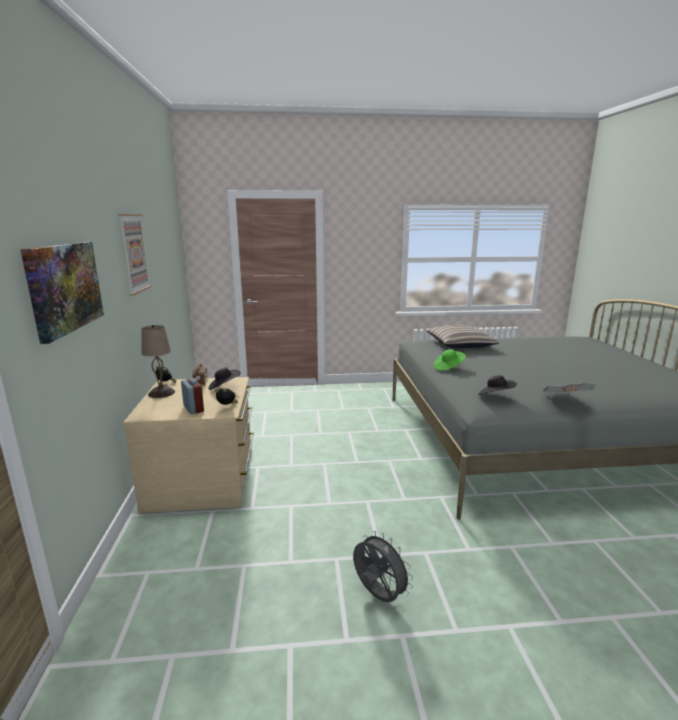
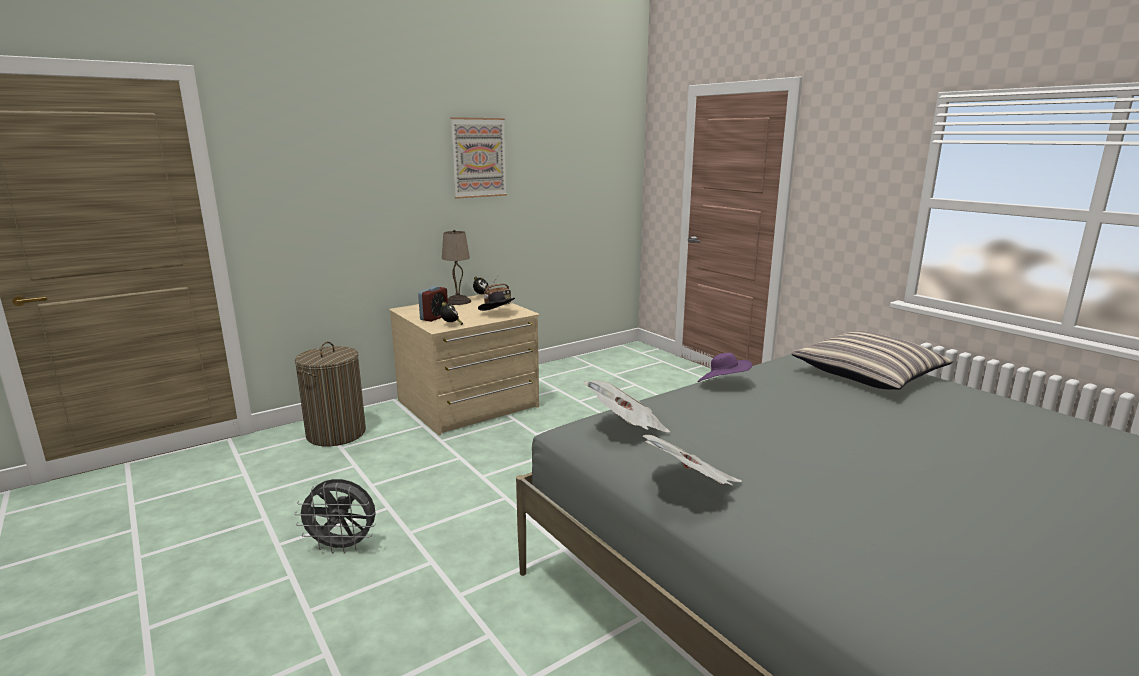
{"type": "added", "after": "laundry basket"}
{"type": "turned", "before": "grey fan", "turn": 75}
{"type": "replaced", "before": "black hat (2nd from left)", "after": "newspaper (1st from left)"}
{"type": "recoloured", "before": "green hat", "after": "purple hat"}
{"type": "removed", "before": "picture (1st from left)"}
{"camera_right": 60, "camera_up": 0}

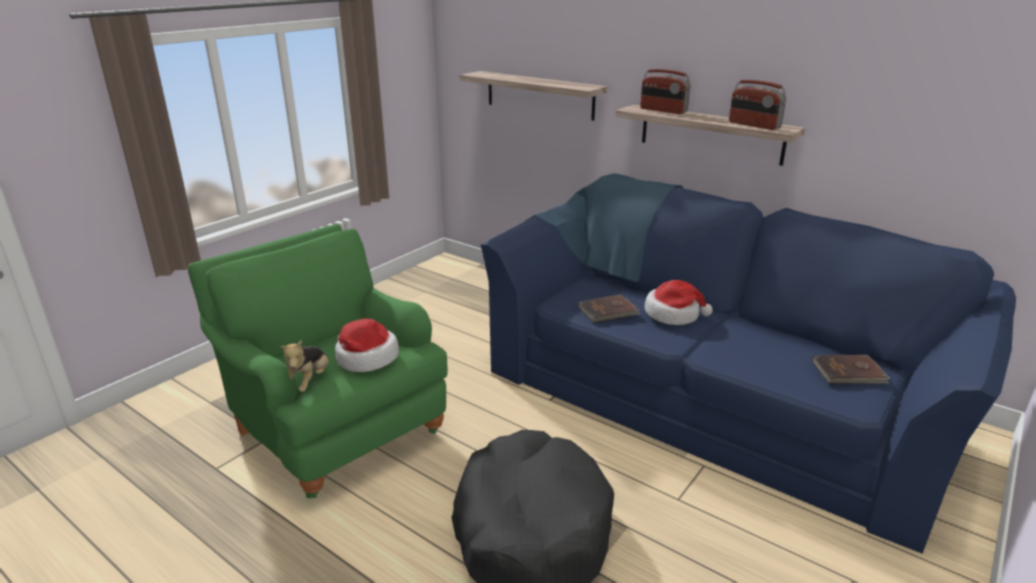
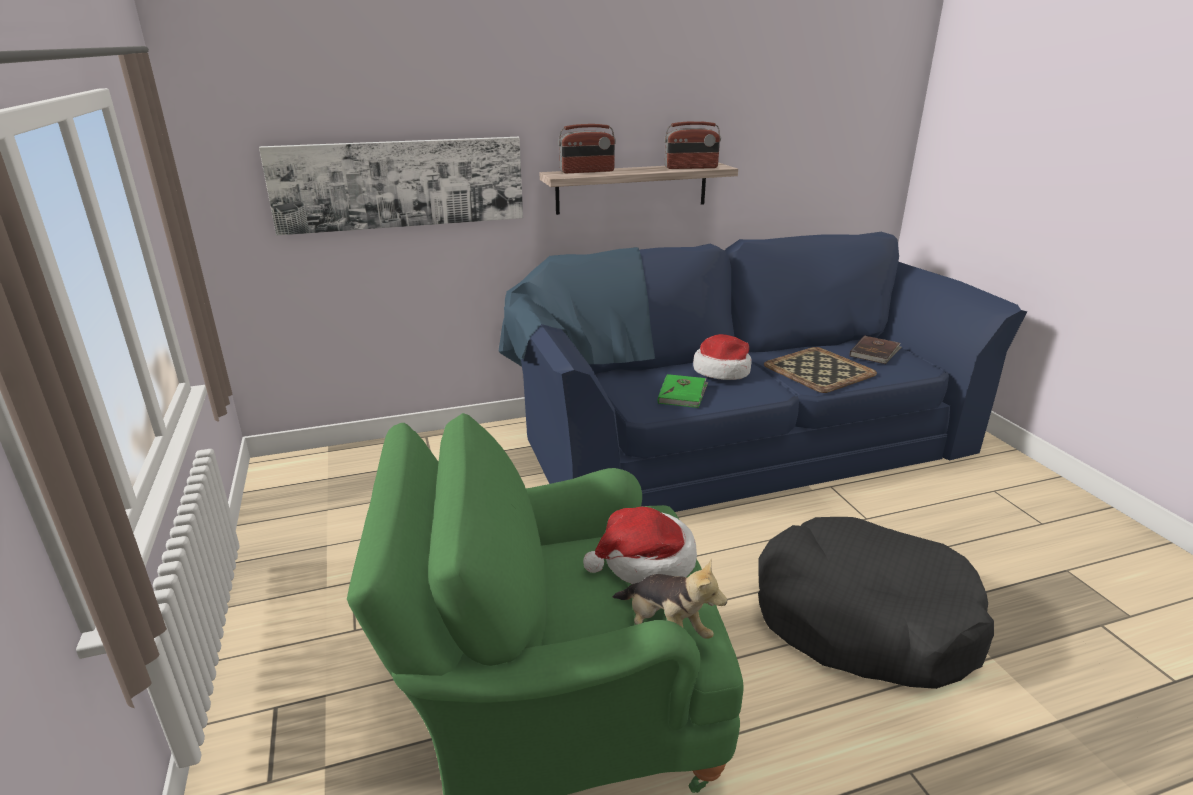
{"type": "replaced", "before": "shelf (1st from left)", "after": "picture"}
{"type": "recoloured", "before": "brown book (1st from left)", "after": "green book"}
{"type": "added", "after": "tray"}
{"camera_right": -55, "camera_up": 0}

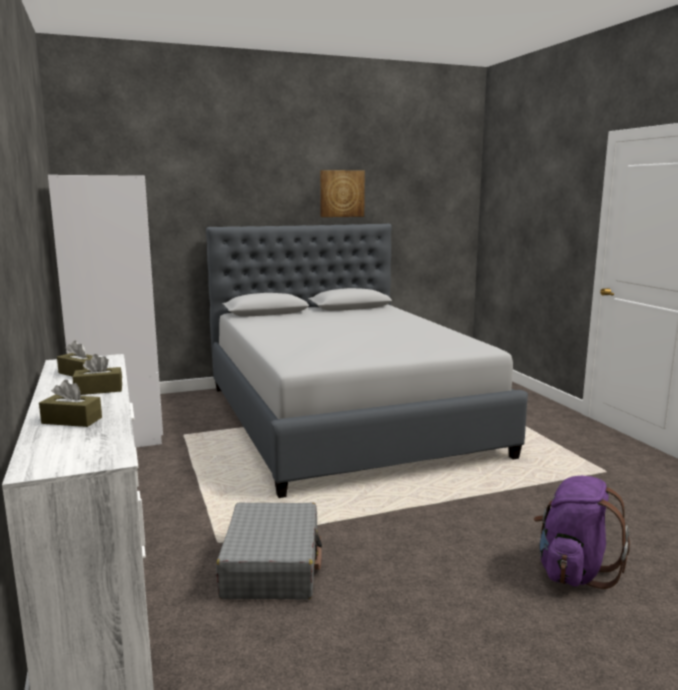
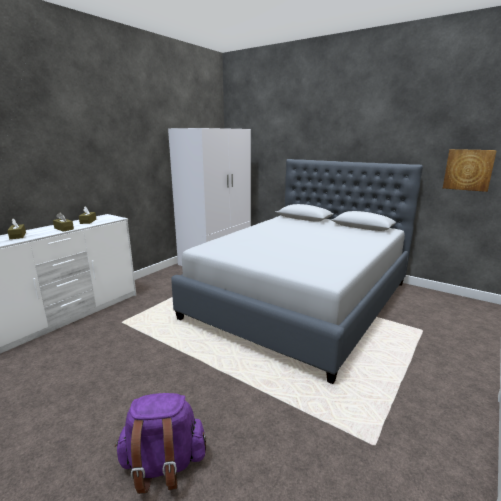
{"type": "moved", "before": "picture"}
{"type": "removed", "before": "grey suitcase"}
{"camera_right": 55, "camera_up": 5}

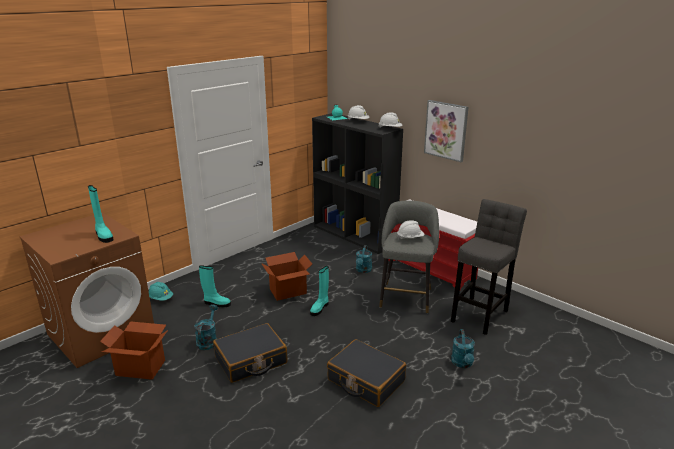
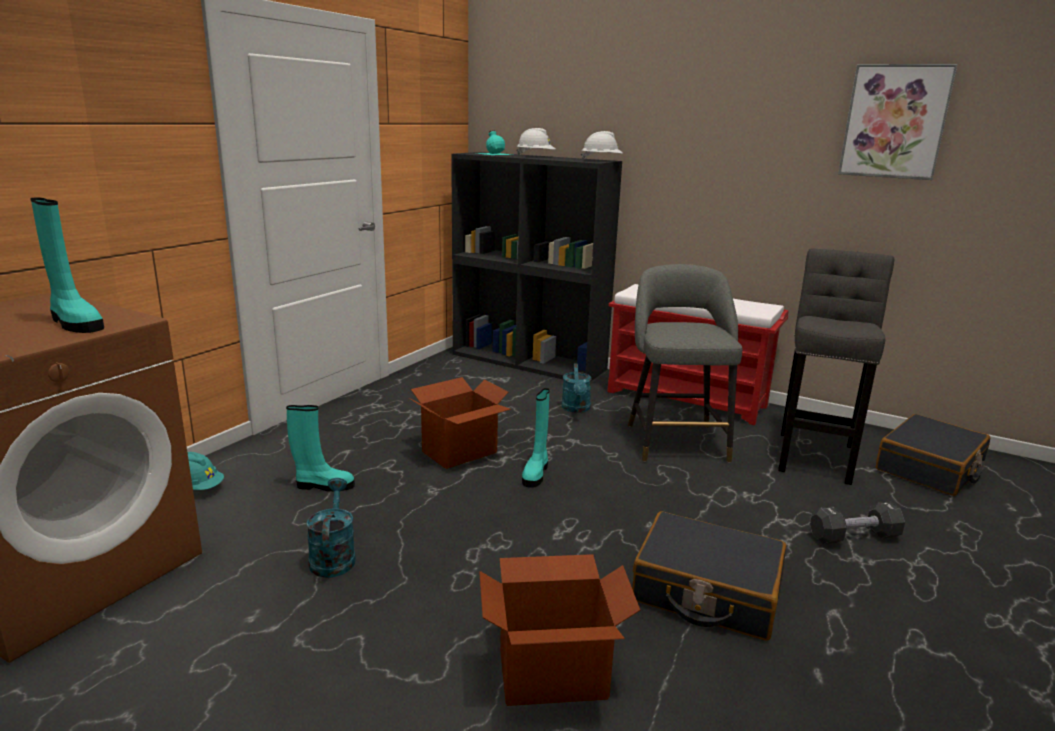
{"type": "moved", "before": "cardboard box (1st from left in the first image)", "after": "cardboard box (2nd from left)"}
{"type": "replaced", "before": "turquoise watering can (3rd from left)", "after": "black dumbbell"}
{"type": "moved", "before": "picture"}
{"type": "moved", "before": "black suitcase (1st from left in the first image)", "after": "black suitcase (2nd from left)"}
{"type": "removed", "before": "white hard hat (3rd from left)"}
{"camera_right": -15, "camera_up": -5}

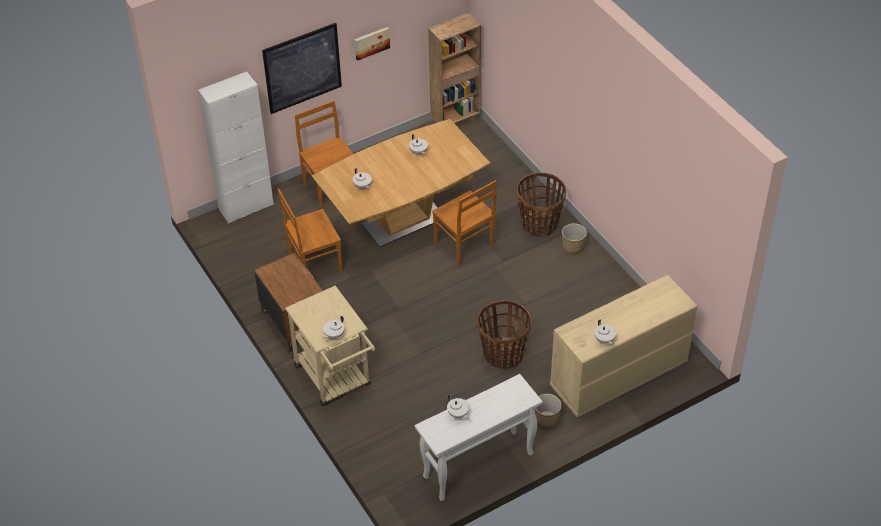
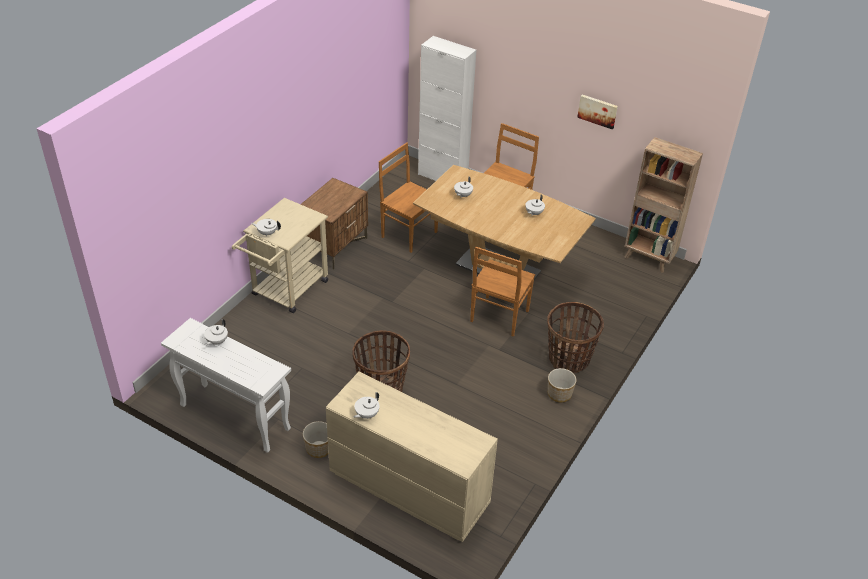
{"type": "removed", "before": "picture (1st from left)"}
{"camera_right": 60, "camera_up": -5}

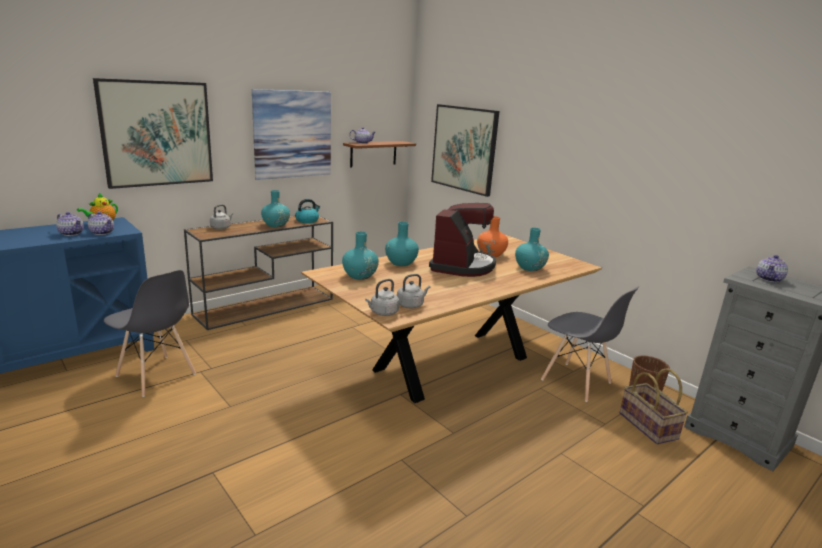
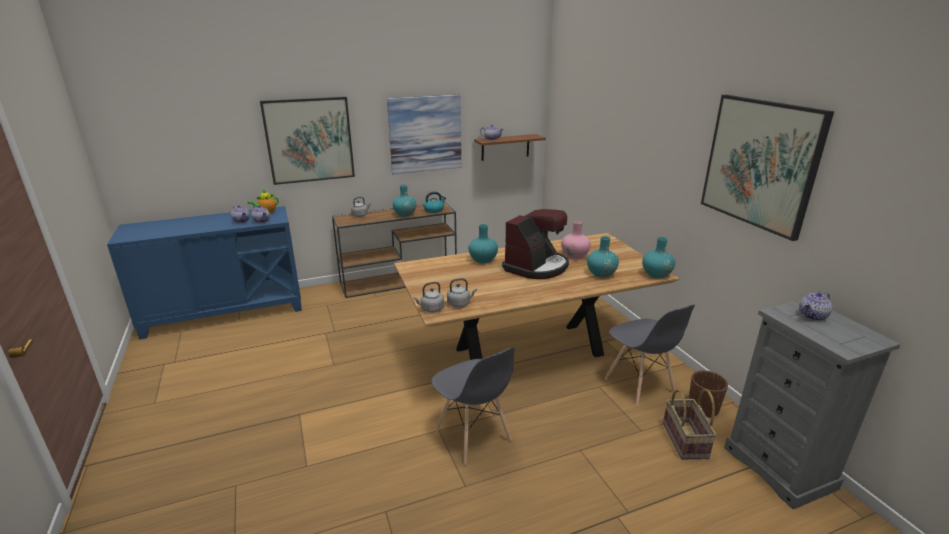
{"type": "moved", "before": "grey chair (1st from left)"}
{"type": "recoloured", "before": "orange vase", "after": "pink vase"}
{"type": "moved", "before": "turquoise vase (2nd from left in the first image)", "after": "turquoise vase (4th from left)"}
{"type": "moved", "before": "picture (3rd from left)"}
{"camera_right": 20, "camera_up": 5}

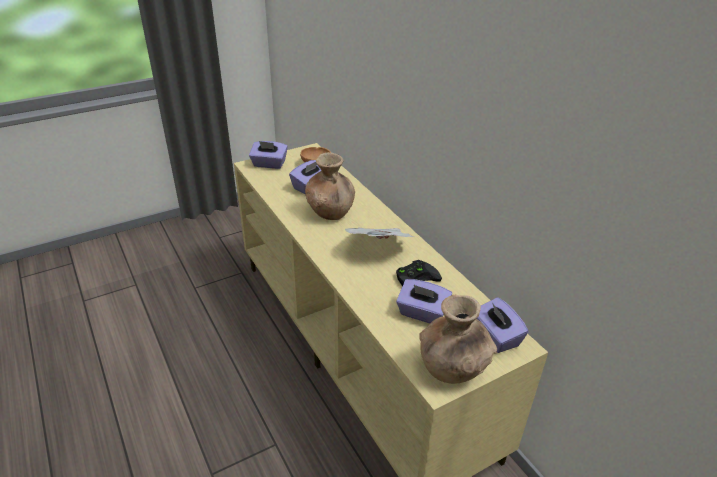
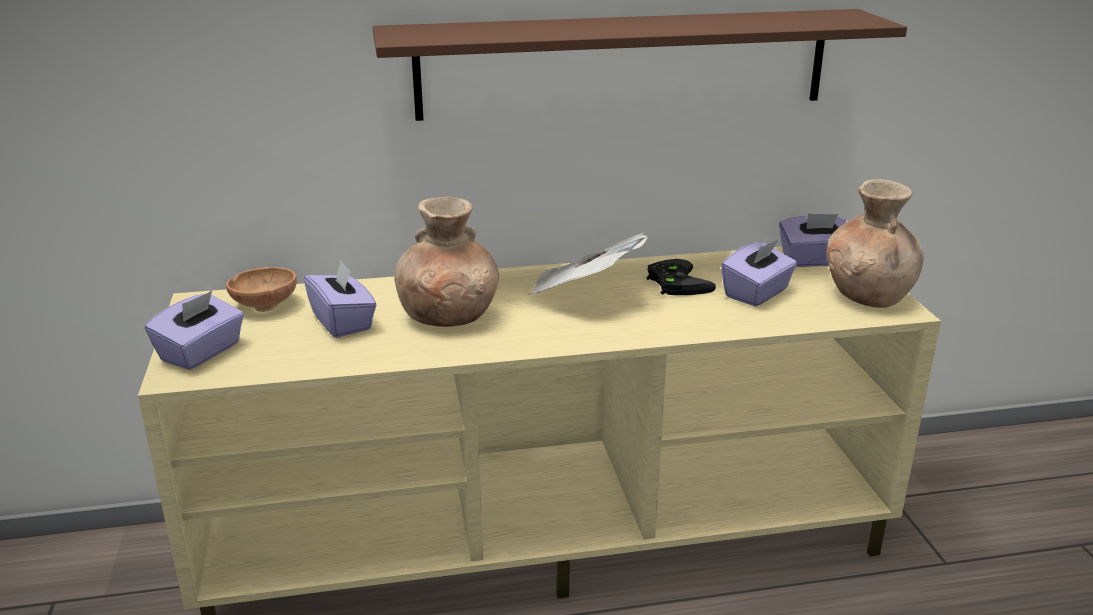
{"type": "added", "after": "brown shelf"}
{"camera_right": -70, "camera_up": -10}

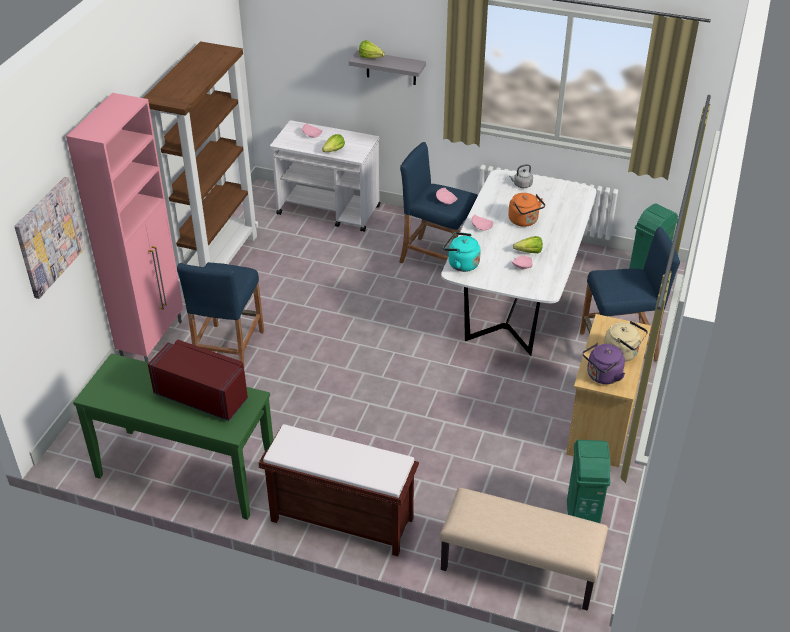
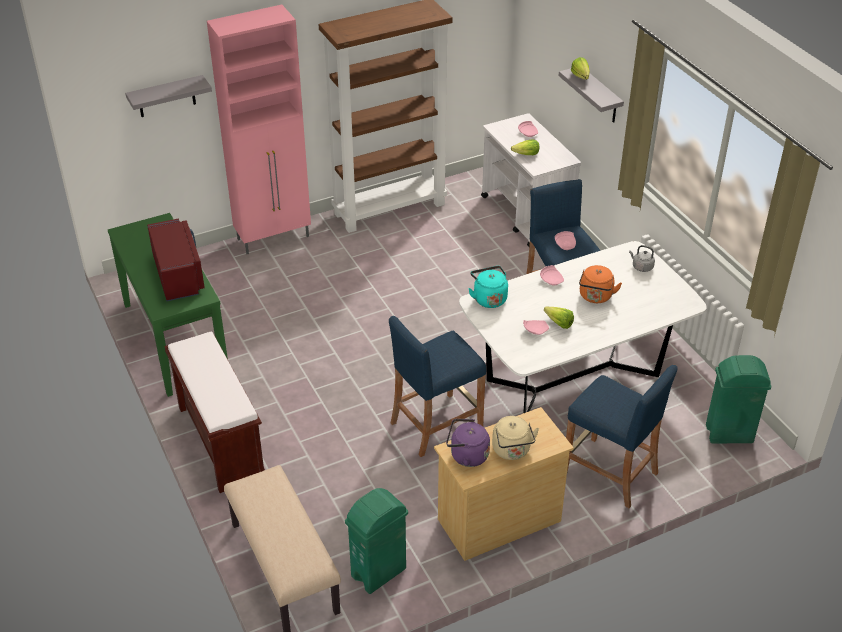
{"type": "replaced", "before": "picture", "after": "grey shelf (1st from left)"}
{"type": "moved", "before": "blue stool (1st from left)"}
{"camera_right": 45, "camera_up": 0}

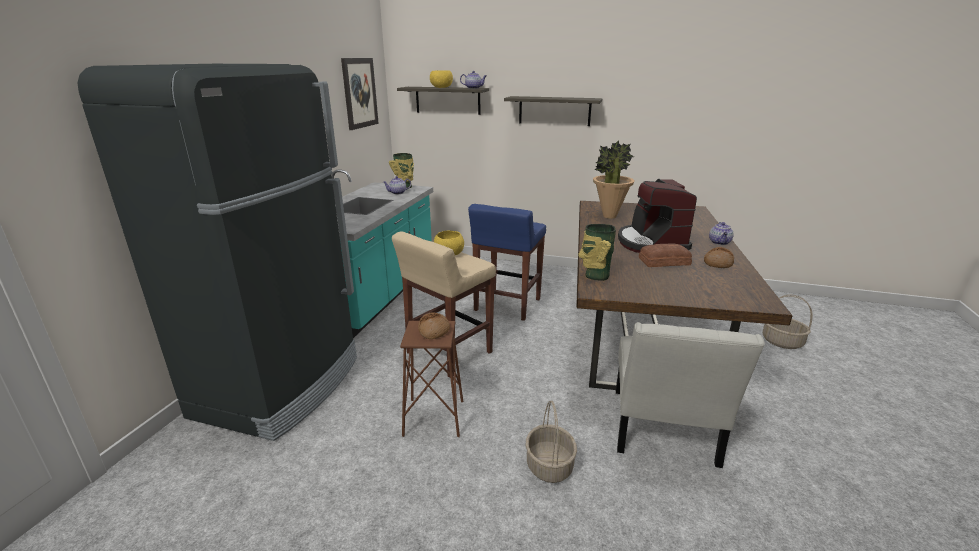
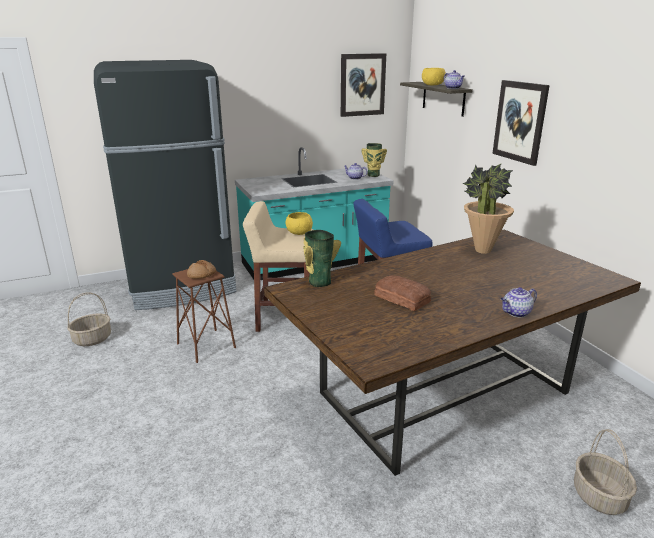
{"type": "moved", "before": "basket (1st from left)"}
{"type": "replaced", "before": "shelf (2nd from left)", "after": "picture (2nd from left)"}
{"type": "removed", "before": "white chair"}
{"type": "removed", "before": "coffee machine"}
{"type": "removed", "before": "bread (3rd from left)"}
{"camera_right": 50, "camera_up": 0}

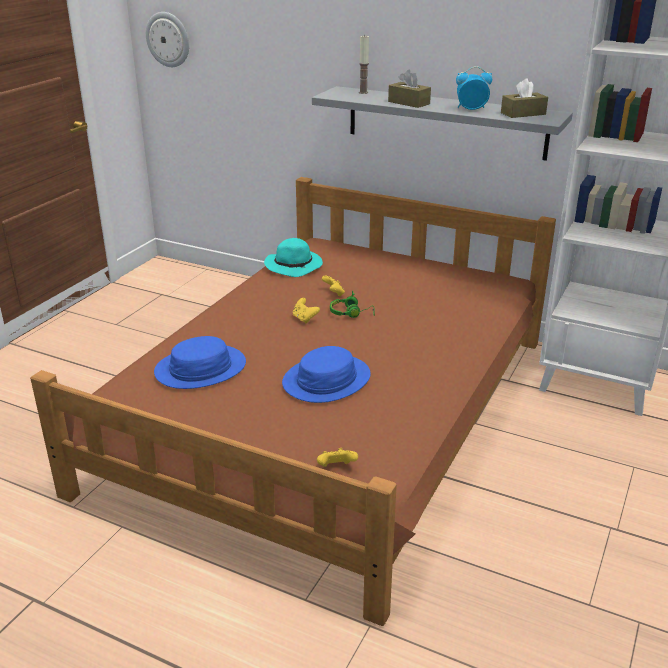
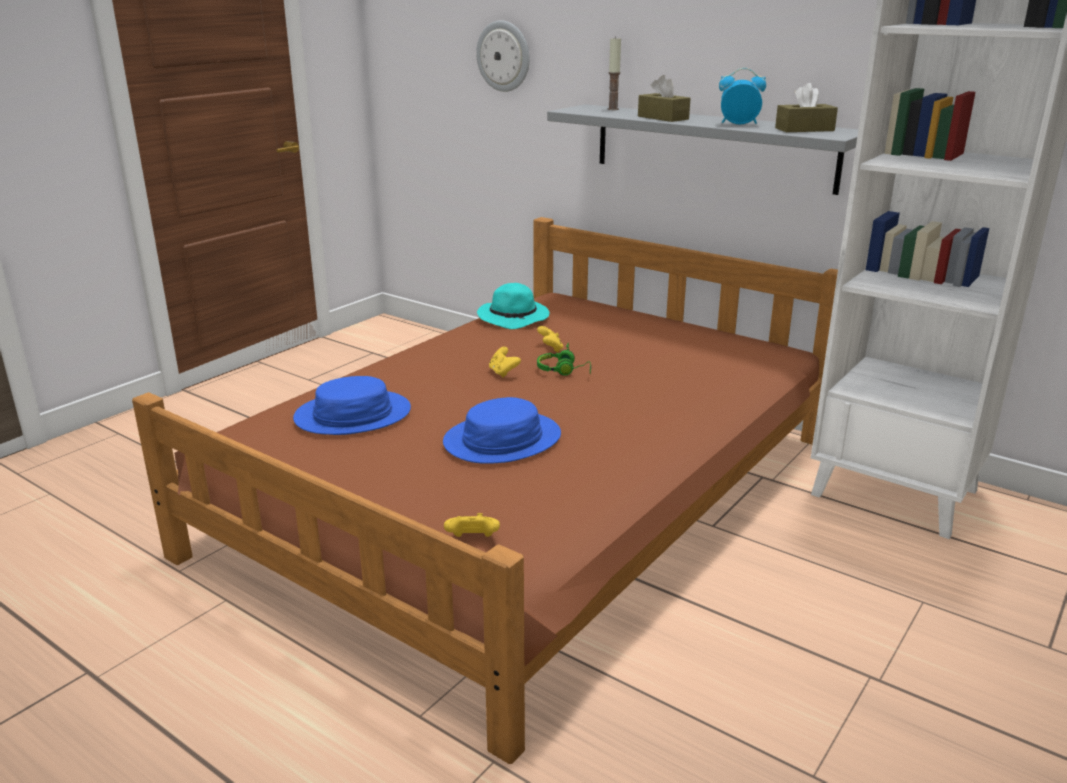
{"type": "moved", "before": "wall clock"}
{"camera_right": 10, "camera_up": -5}

